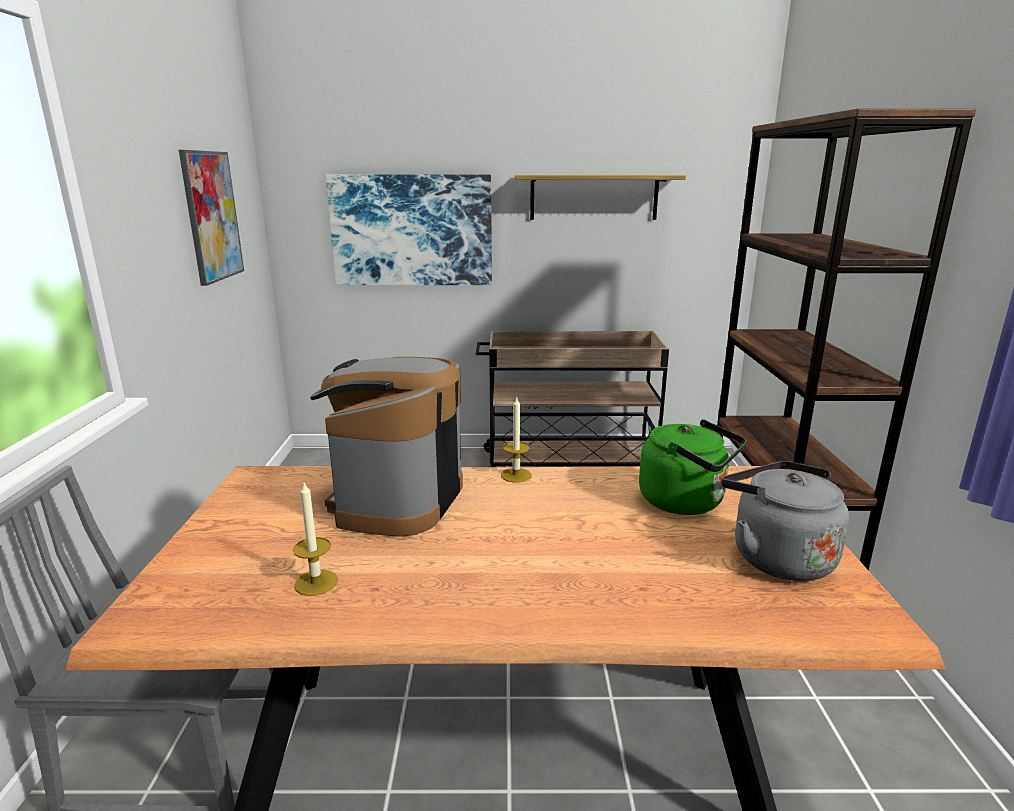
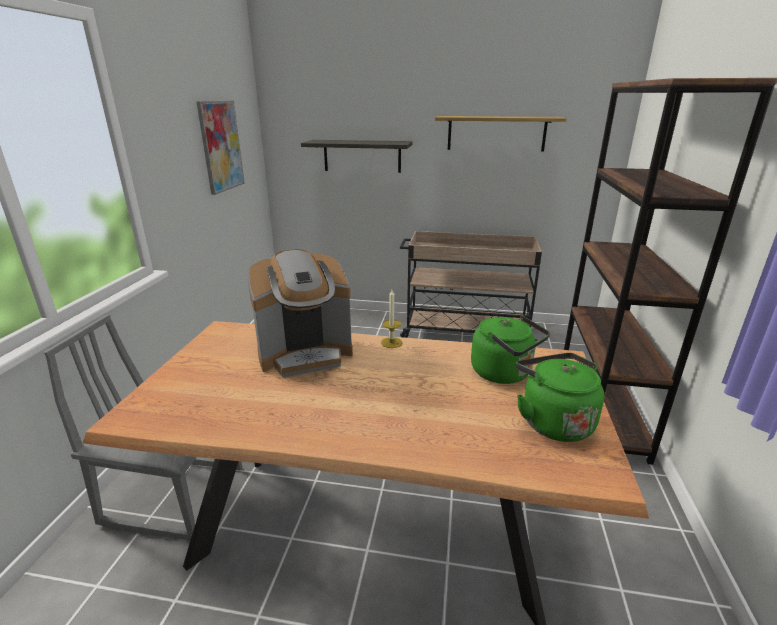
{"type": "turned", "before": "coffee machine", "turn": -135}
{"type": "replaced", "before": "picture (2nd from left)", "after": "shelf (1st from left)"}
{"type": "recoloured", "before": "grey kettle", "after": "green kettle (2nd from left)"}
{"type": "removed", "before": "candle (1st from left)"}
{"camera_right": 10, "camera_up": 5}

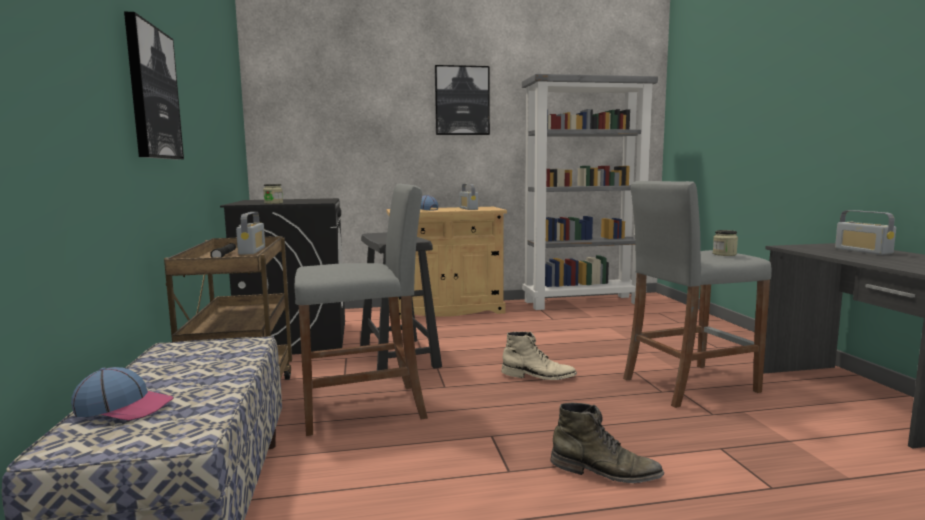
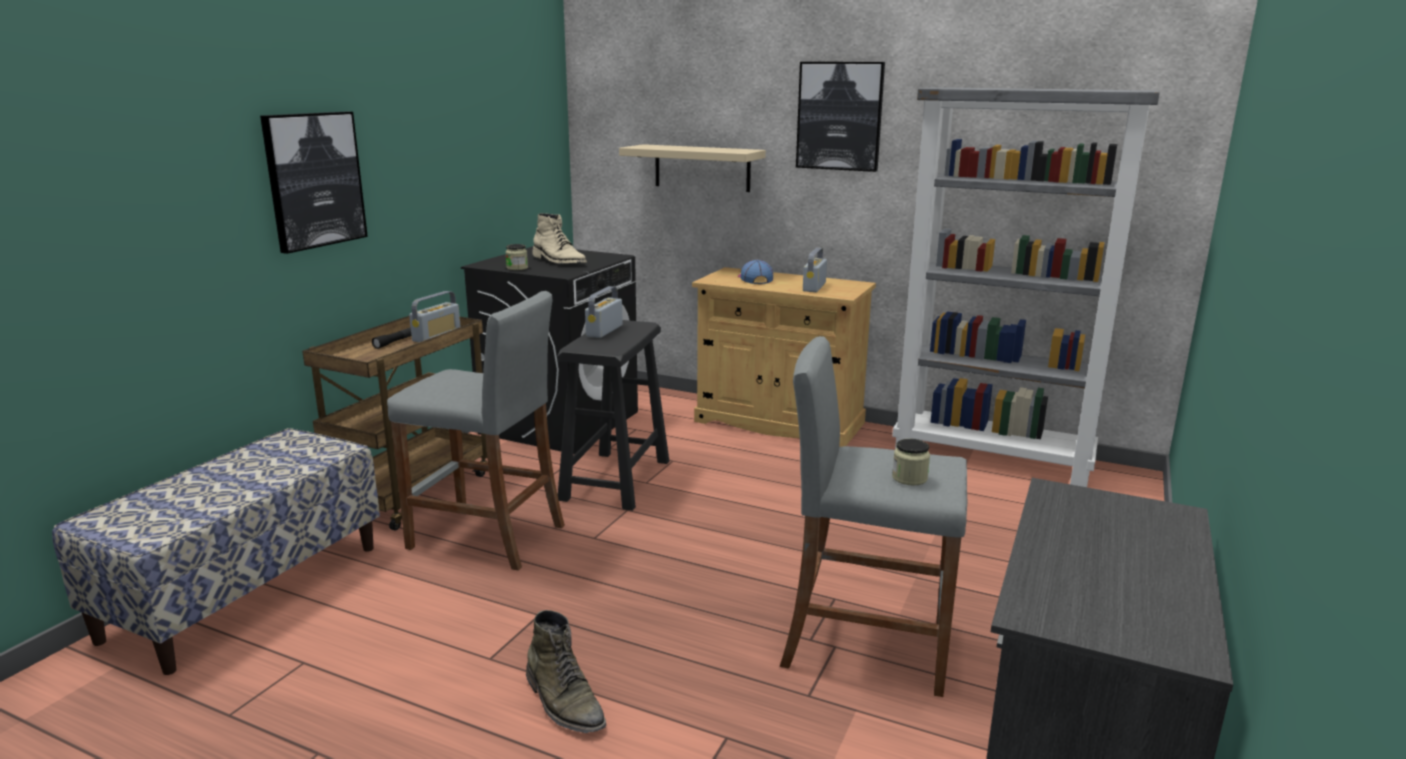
{"type": "moved", "before": "beige boot"}
{"type": "moved", "before": "radio (3rd from left in the first image)", "after": "radio (2nd from left)"}
{"type": "added", "after": "beige shelf"}
{"type": "removed", "before": "cap (1st from left)"}
{"camera_right": 35, "camera_up": 10}

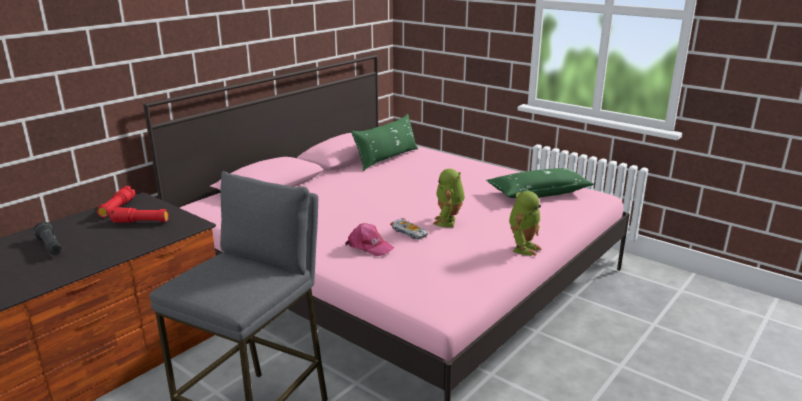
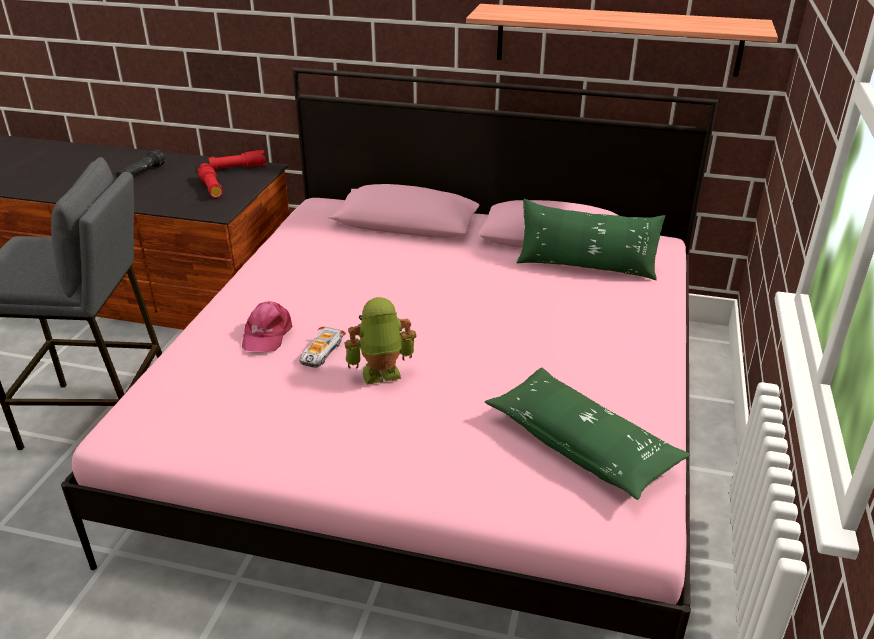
{"type": "added", "after": "shelf"}
{"type": "removed", "before": "toy robot (2nd from left)"}
{"camera_right": 65, "camera_up": 10}

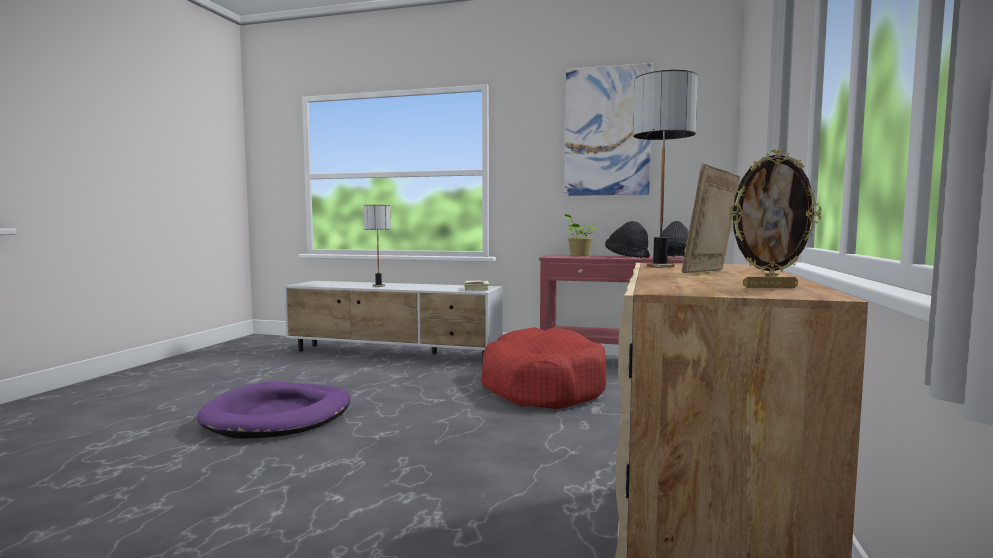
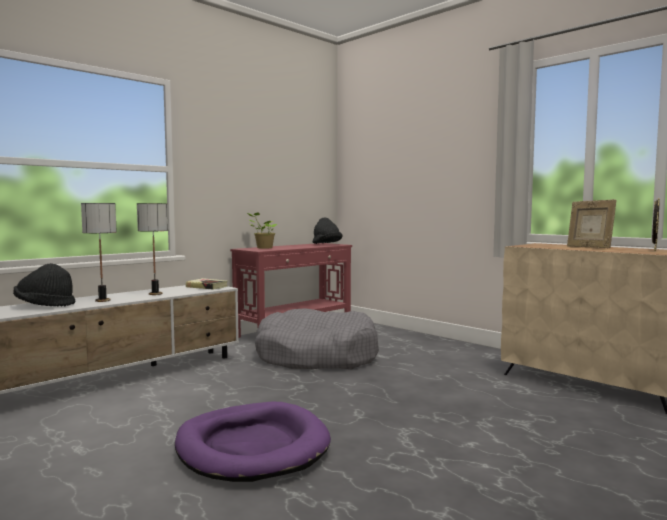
{"type": "moved", "before": "black hat (1st from left)"}
{"type": "moved", "before": "table lamp (2nd from left)"}
{"type": "recoloured", "before": "red dog bed", "after": "grey dog bed"}
{"type": "removed", "before": "picture"}
{"camera_right": -60, "camera_up": 0}

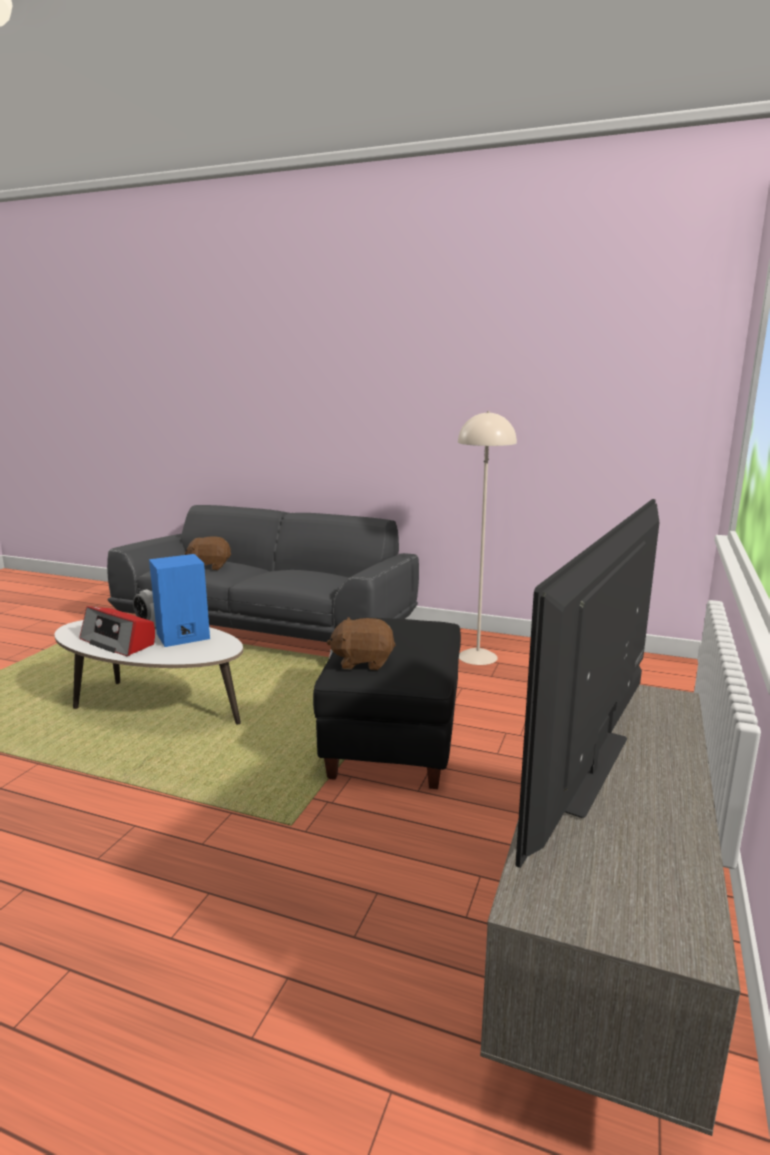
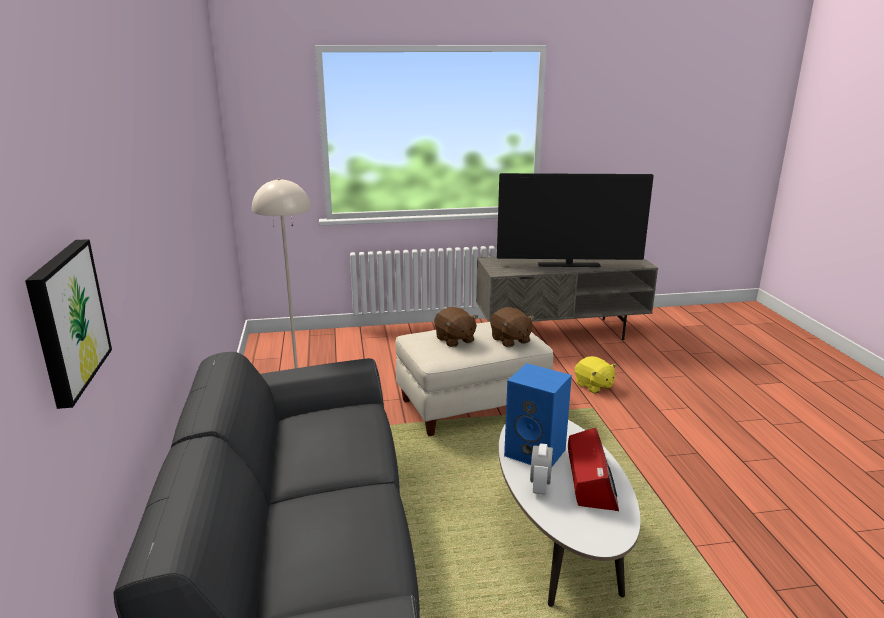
{"type": "added", "after": "picture"}
{"type": "recoloured", "before": "black ottoman", "after": "beige ottoman"}
{"type": "moved", "before": "brown plush toy (1st from left)"}
{"type": "added", "after": "yellow plush toy"}
{"camera_right": -120, "camera_up": 5}

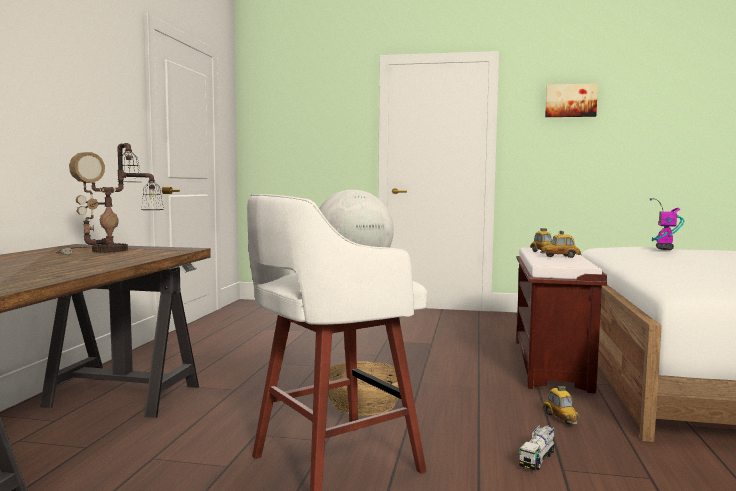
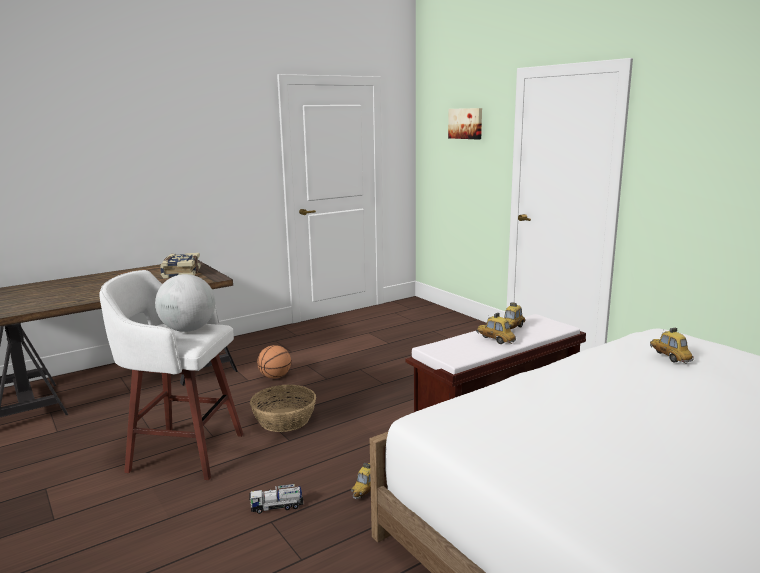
{"type": "replaced", "before": "table lamp", "after": "book"}
{"type": "added", "after": "basketball"}
{"type": "moved", "before": "picture"}
{"type": "replaced", "before": "toy robot", "after": "toy car (4th from left)"}
{"camera_right": 45, "camera_up": 10}

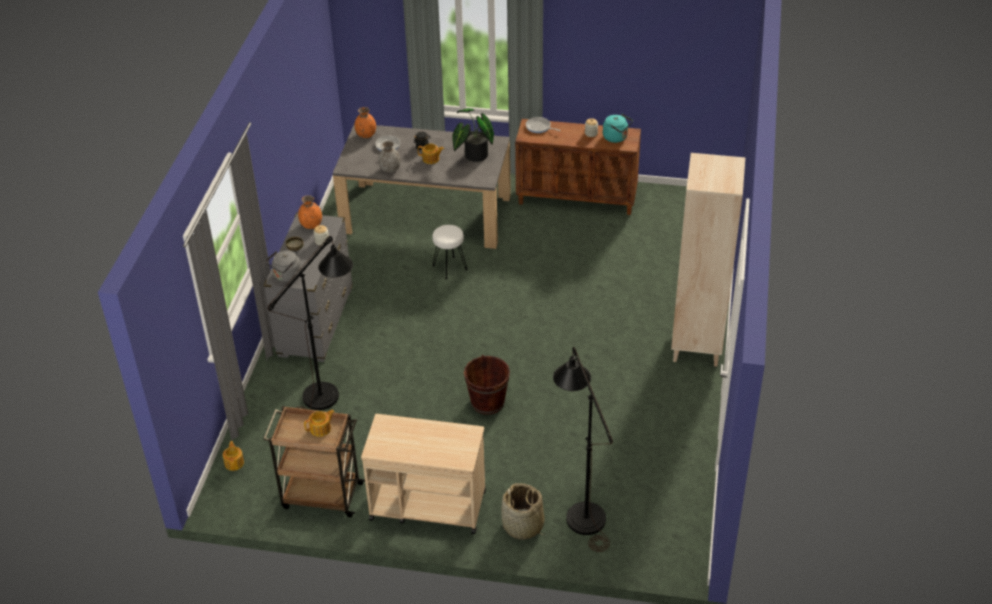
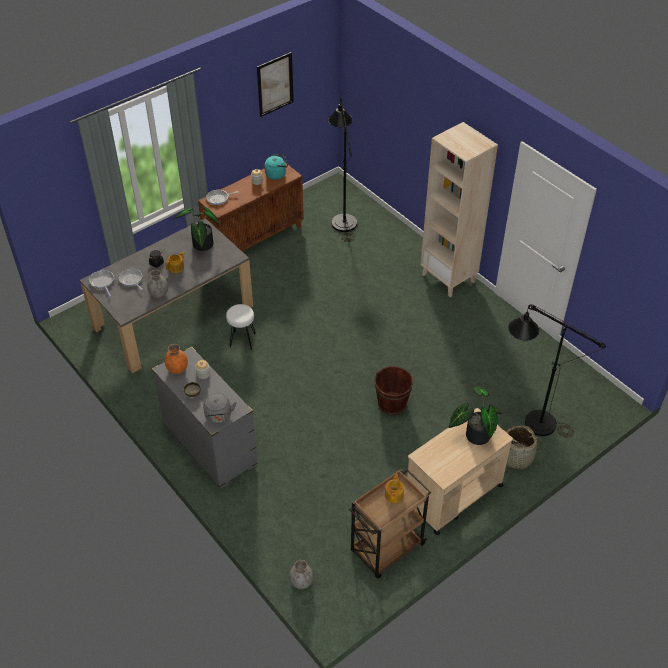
{"type": "replaced", "before": "orange vase (2nd from left)", "after": "frying pan (1st from left)"}
{"type": "added", "after": "picture"}
{"type": "replaced", "before": "teapot (1st from left)", "after": "grey vase (2nd from left)"}
{"type": "moved", "before": "black floor lamp (1st from left)"}
{"type": "added", "after": "potted plant (2nd from left)"}
{"camera_right": -50, "camera_up": 5}

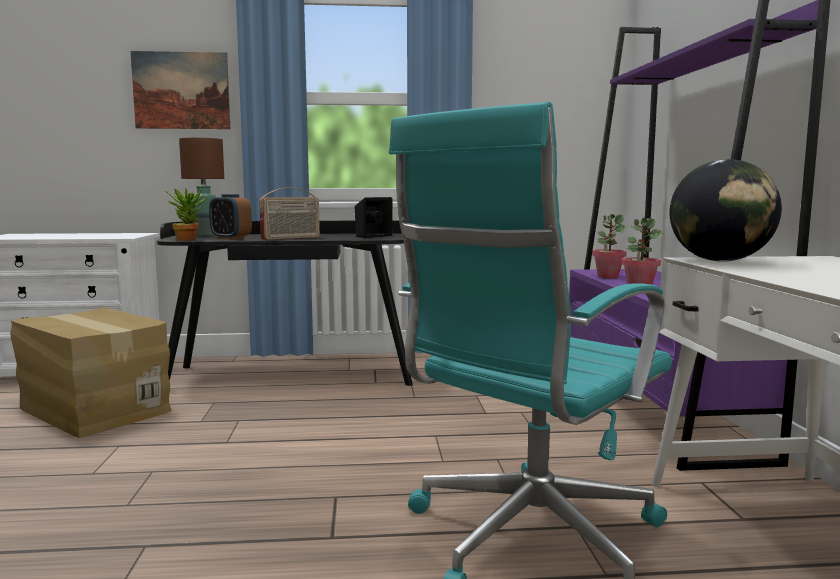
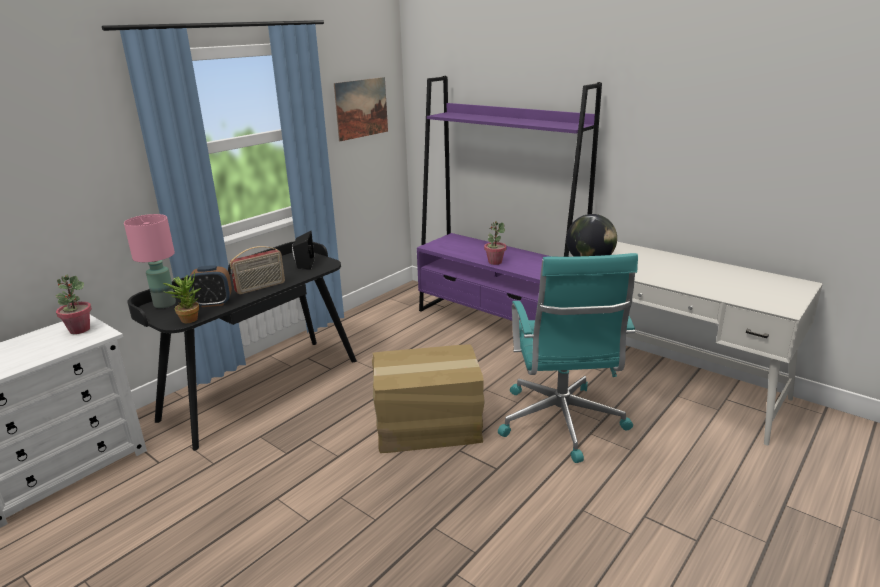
{"type": "moved", "before": "potted plant (2nd from left in the first image)", "after": "potted plant (1st from left)"}
{"type": "recoloured", "before": "brown table lamp", "after": "pink table lamp"}
{"type": "turned", "before": "radio", "turn": 45}
{"type": "moved", "before": "picture"}
{"type": "moved", "before": "cardboard box"}
{"camera_right": -45, "camera_up": 15}

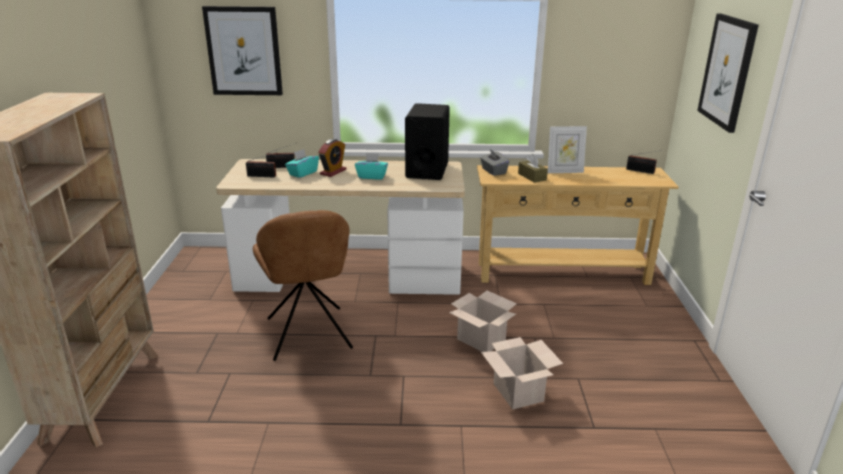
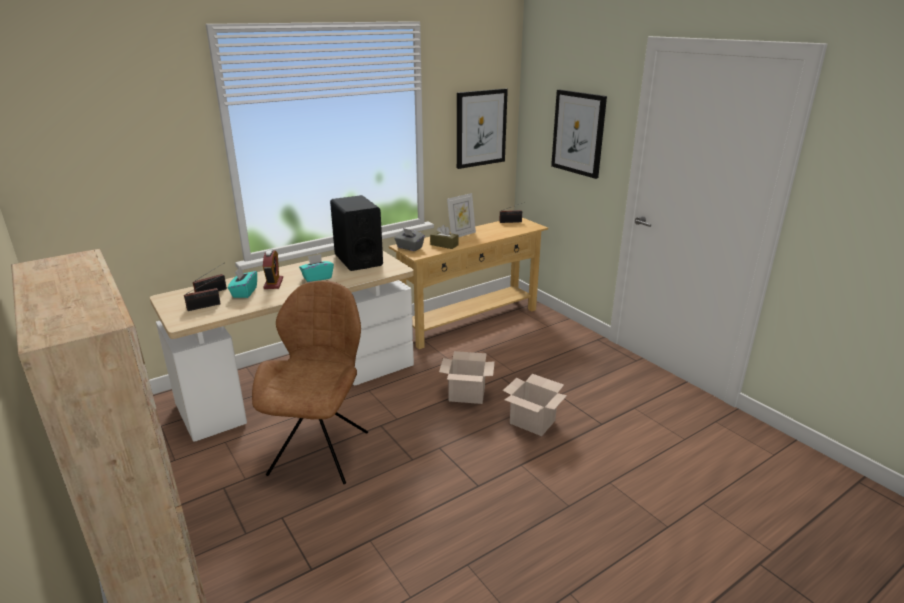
{"type": "turned", "before": "brown chair", "turn": -120}
{"type": "moved", "before": "picture (1st from left)"}
{"camera_right": -35, "camera_up": 0}

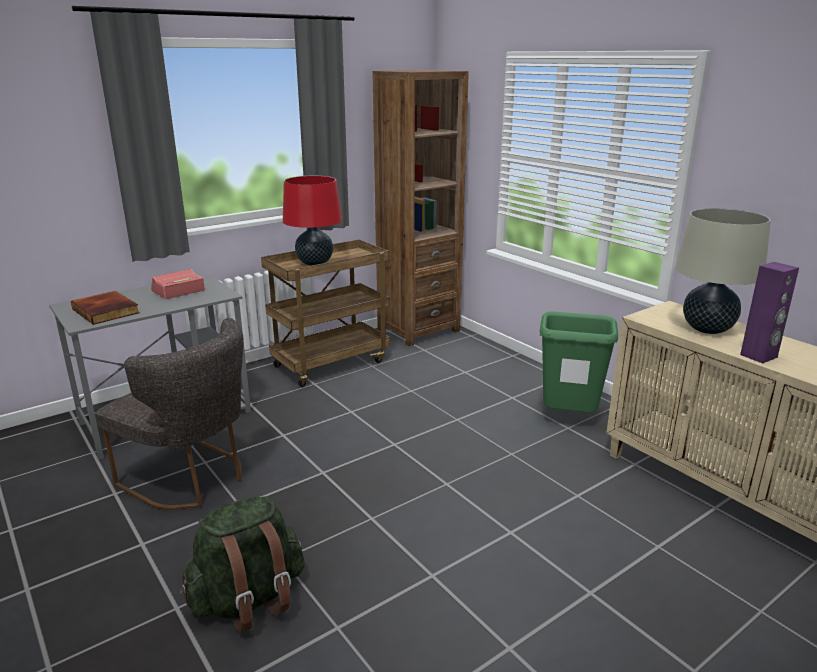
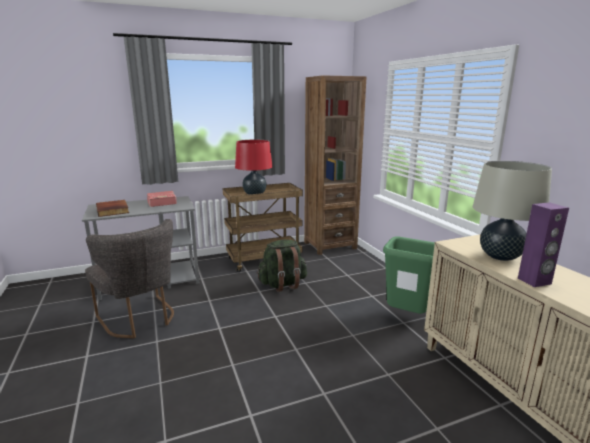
{"type": "moved", "before": "green backpack"}
{"camera_right": 15, "camera_up": -5}

